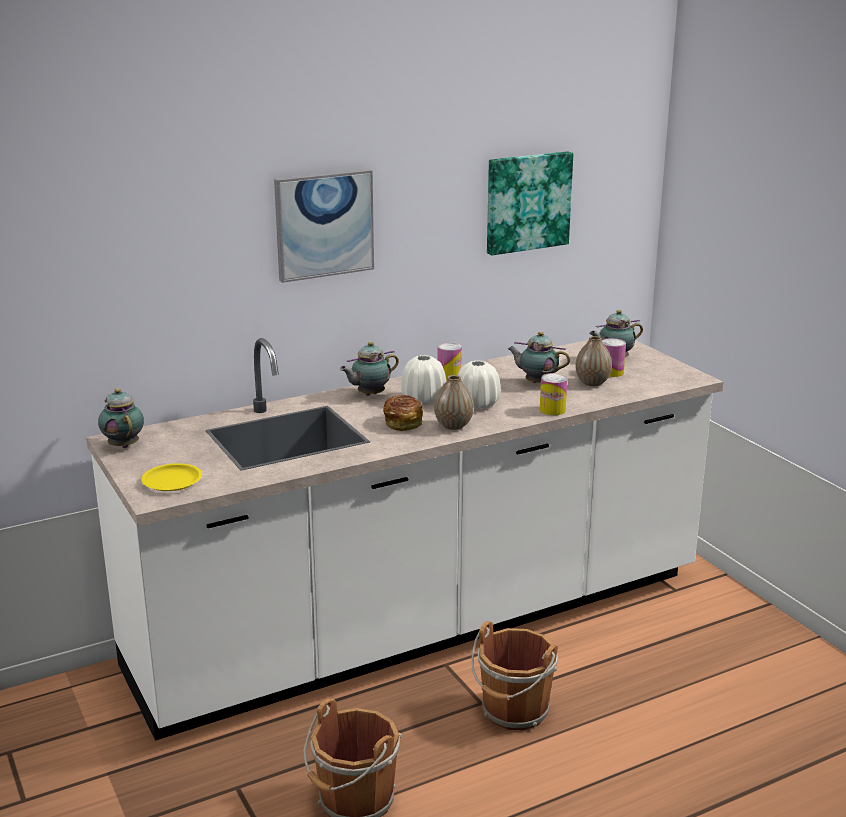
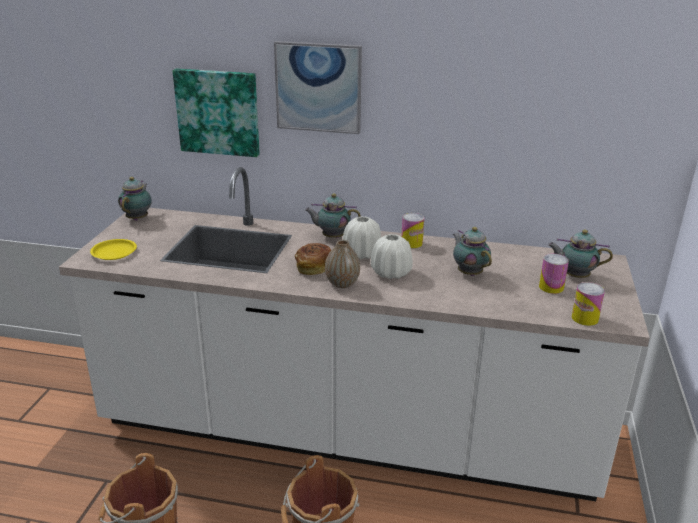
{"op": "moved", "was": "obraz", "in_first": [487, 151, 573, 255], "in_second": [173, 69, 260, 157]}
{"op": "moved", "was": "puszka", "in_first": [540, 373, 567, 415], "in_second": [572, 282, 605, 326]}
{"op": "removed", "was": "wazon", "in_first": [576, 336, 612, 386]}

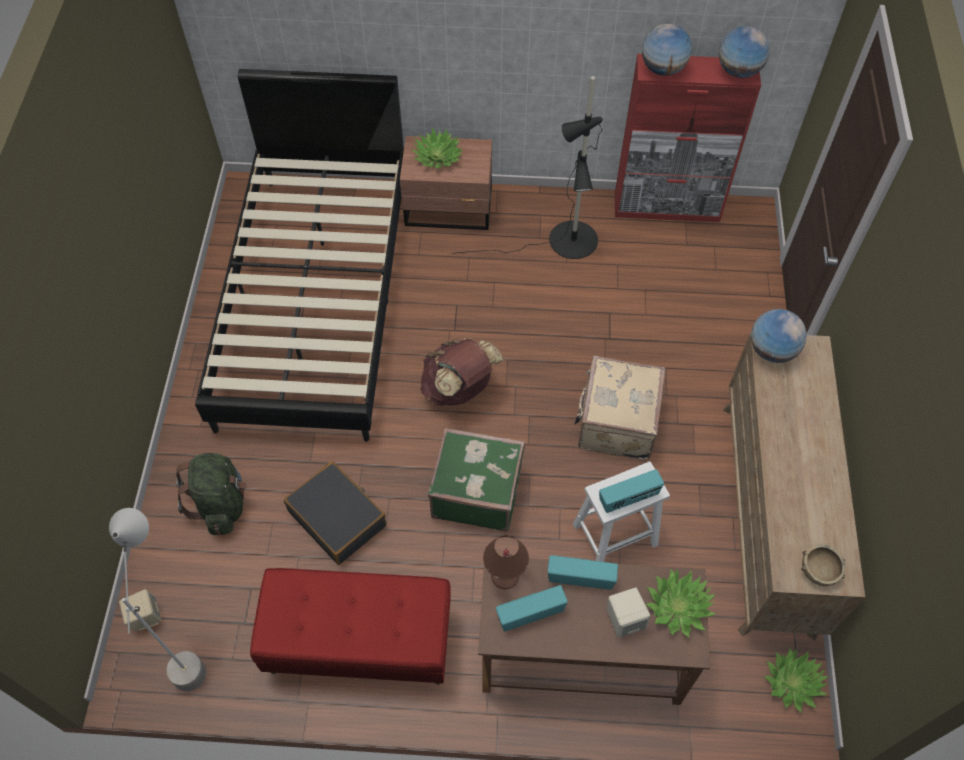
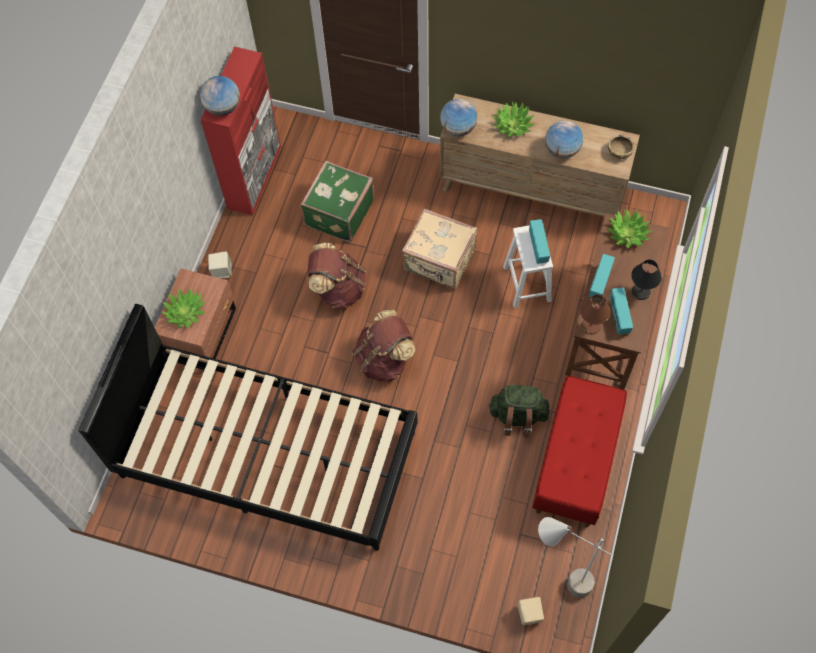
{"op": "moved", "was": "głośnik [beżowy]", "in_first": [606, 587, 650, 637], "in_second": [208, 251, 232, 278]}
{"op": "moved", "was": "walizka [zielony]", "in_first": [428, 428, 525, 532], "in_second": [300, 161, 374, 242]}
{"op": "added", "now": "plecak [brązowy]", "in_second": [307, 243, 366, 309]}
{"op": "moved", "was": "plecak [zielony]", "in_first": [176, 453, 247, 536], "in_second": [488, 383, 550, 438]}
{"op": "moved", "was": "roślina doniczkowa", "in_first": [764, 647, 828, 712], "in_second": [493, 102, 536, 137]}
{"op": "moved", "was": "globus", "in_first": [719, 26, 770, 78], "in_second": [545, 120, 583, 158]}
{"op": "added", "now": "lampa stołowa [czarny]", "in_second": [631, 260, 662, 300]}
{"op": "removed", "was": "walizka [czarny]", "in_first": [284, 462, 386, 565]}
{"op": "removed", "was": "lampa stojąca [czarny]", "in_first": [452, 76, 603, 259]}

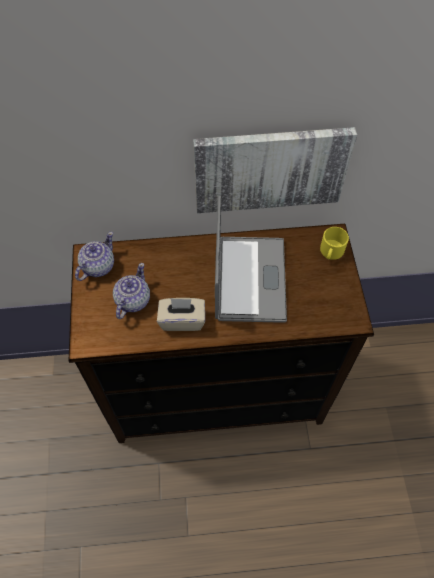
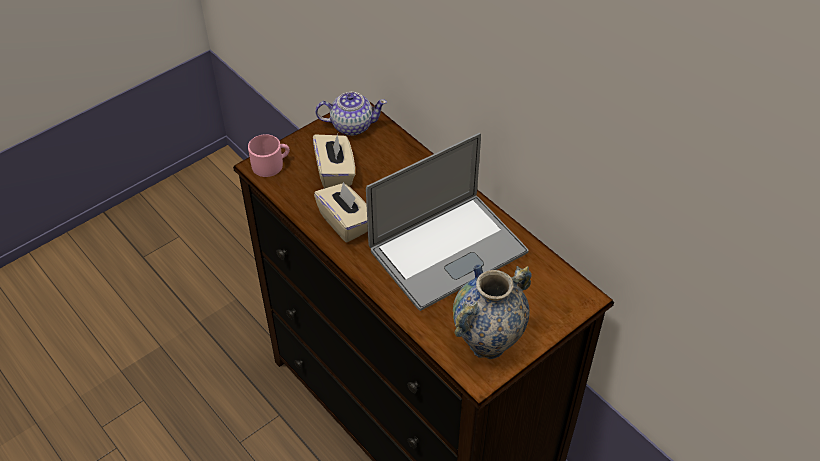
{"op": "added", "now": "kubek [różowy]", "in_second": [248, 134, 290, 177]}
{"op": "replaced", "was": "imbryk", "now": "pudełko chusteczek [beżowy]", "in_first": [113, 263, 150, 319], "in_second": [313, 134, 355, 189]}
{"op": "added", "now": "wazon", "in_second": [453, 265, 532, 359]}
{"op": "removed", "was": "obraz", "in_first": [193, 127, 358, 213]}
{"op": "removed", "was": "kubek [żółty]", "in_first": [320, 227, 349, 260]}

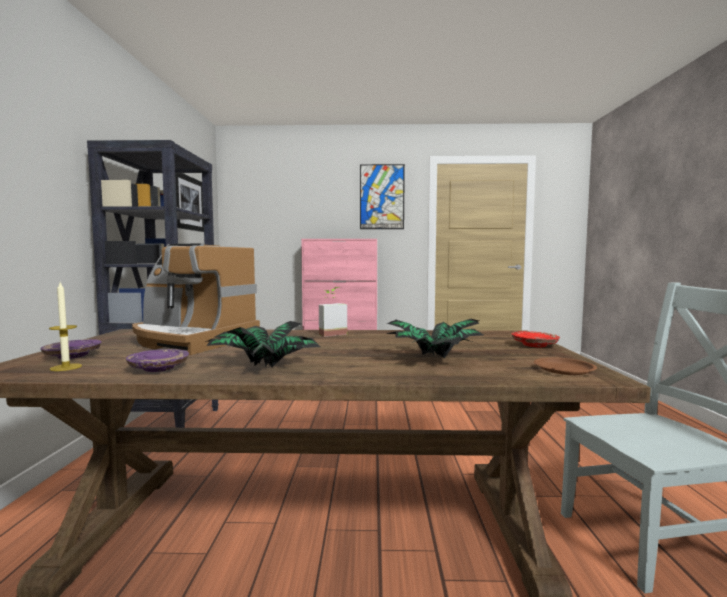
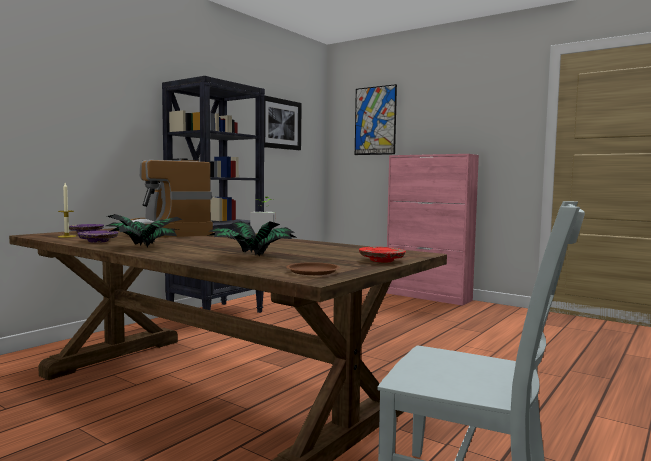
{"op": "moved", "was": "obraz", "in_first": [360, 164, 405, 229], "in_second": [355, 84, 397, 155]}

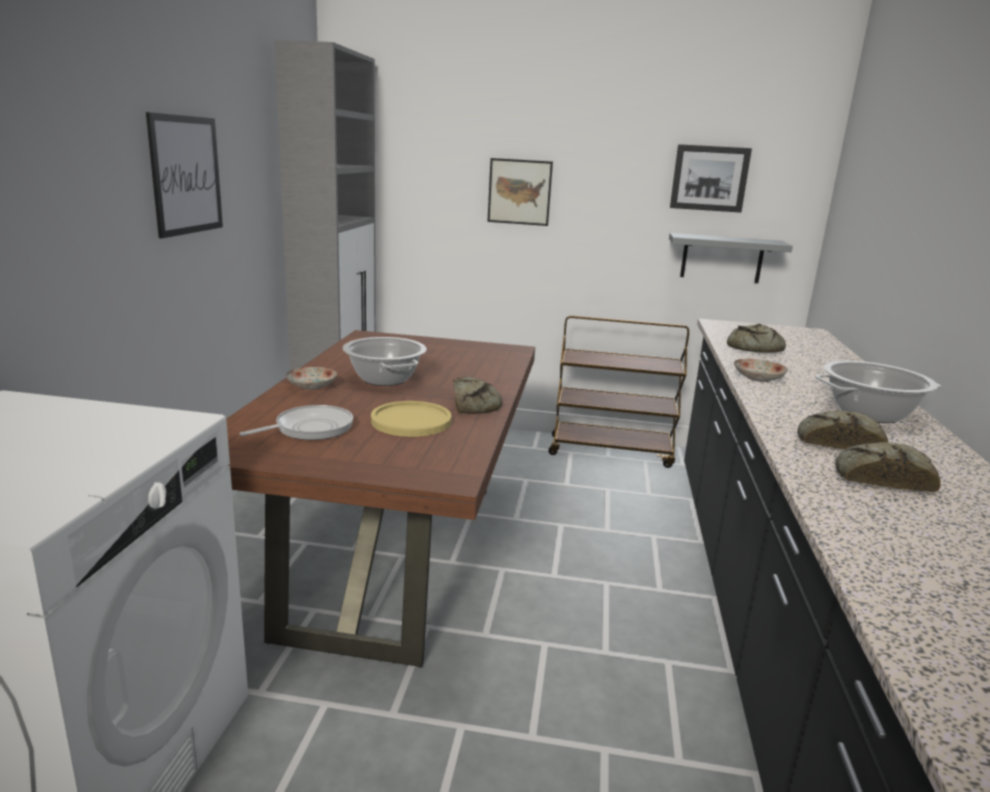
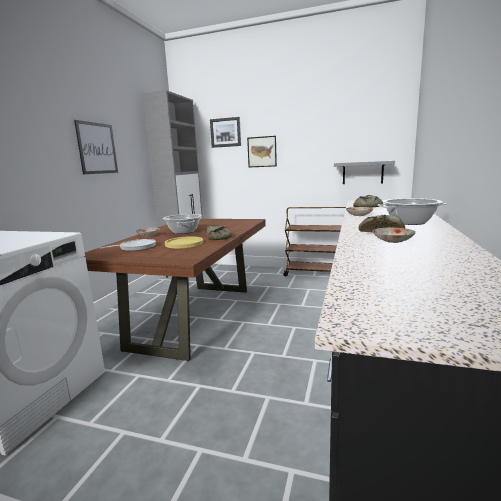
{"op": "moved", "was": "obraz", "in_first": [670, 144, 752, 213], "in_second": [210, 117, 241, 148]}
{"op": "replaced", "was": "chleb", "now": "talerz", "in_first": [835, 442, 941, 492], "in_second": [373, 228, 416, 243]}

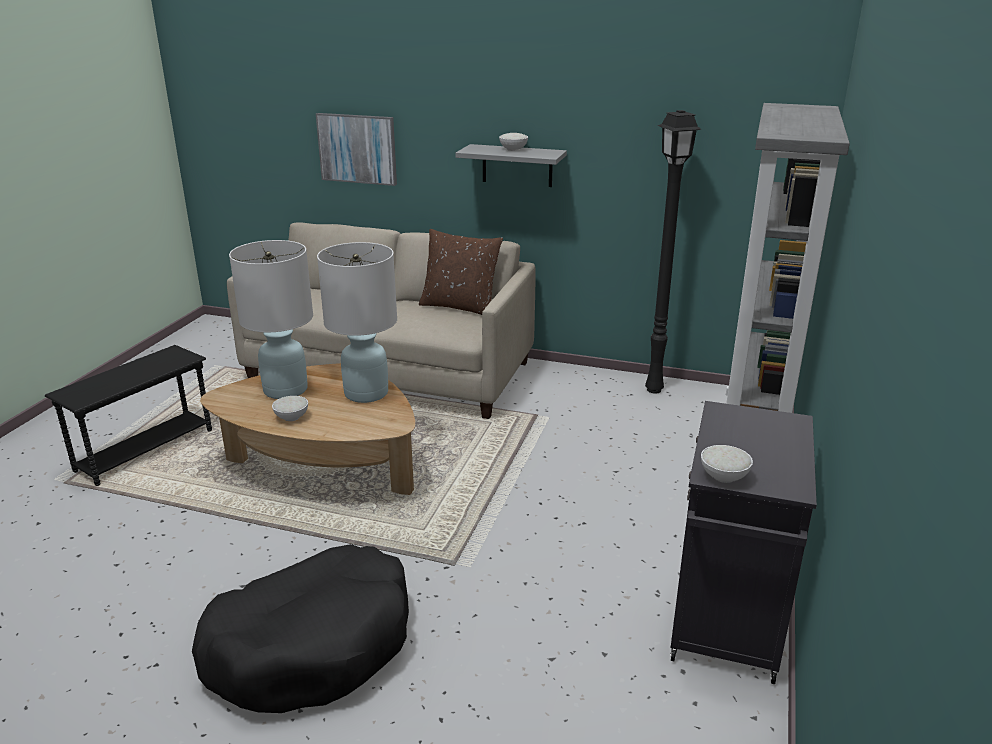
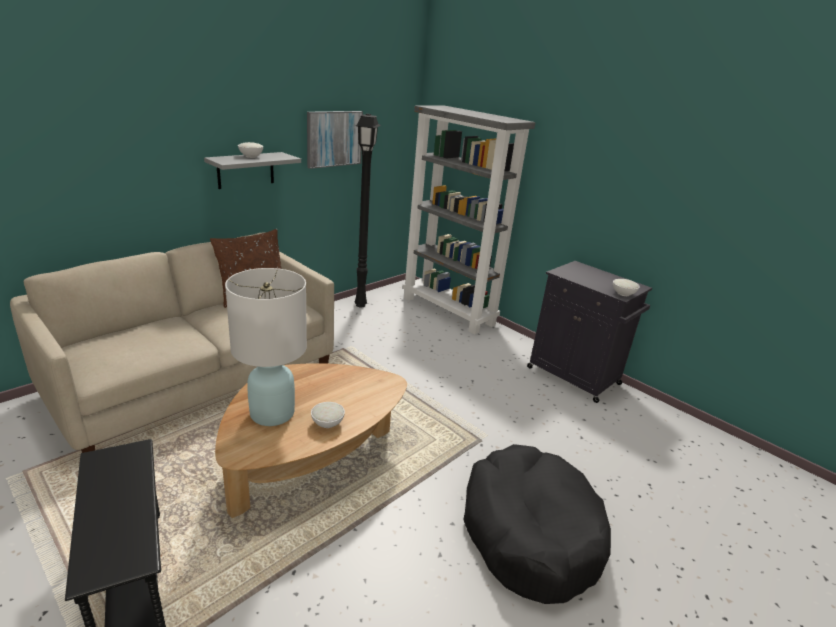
{"op": "moved", "was": "obraz", "in_first": [316, 113, 397, 186], "in_second": [307, 111, 363, 169]}
{"op": "removed", "was": "lampa stołowa [biały]", "in_first": [317, 242, 397, 403]}

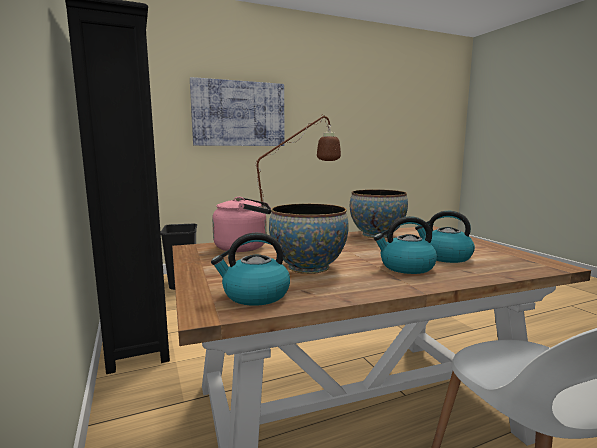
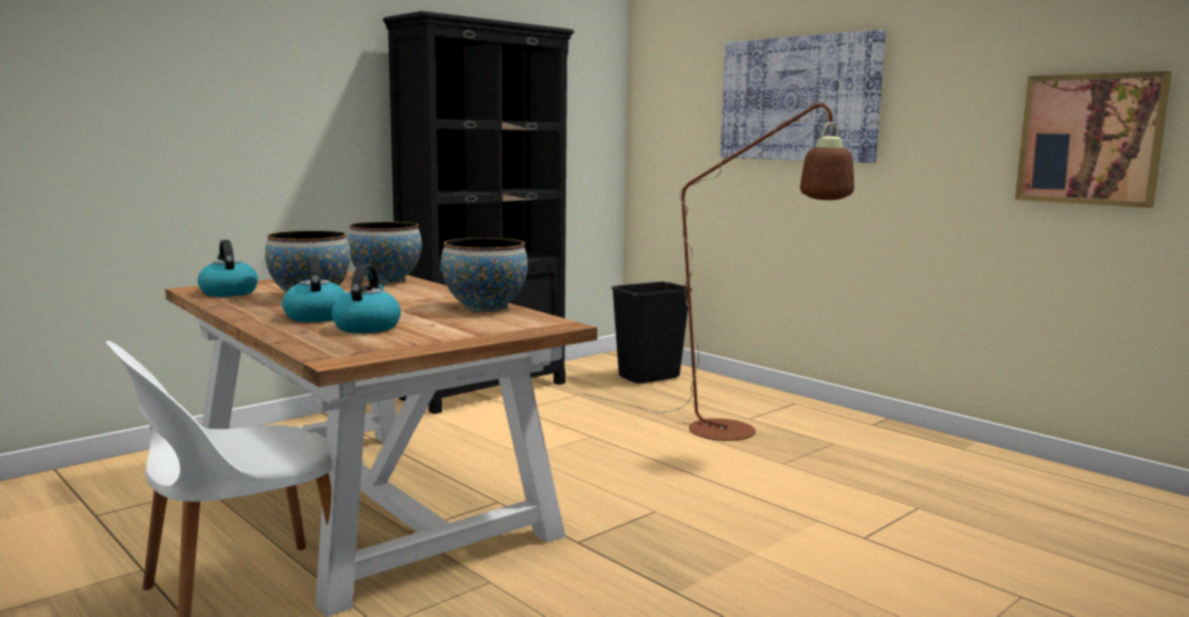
{"op": "replaced", "was": "czajnik [różowy]", "now": "miska", "in_first": [212, 197, 271, 252], "in_second": [347, 222, 422, 284]}
{"op": "added", "now": "obraz", "in_second": [1015, 71, 1172, 208]}

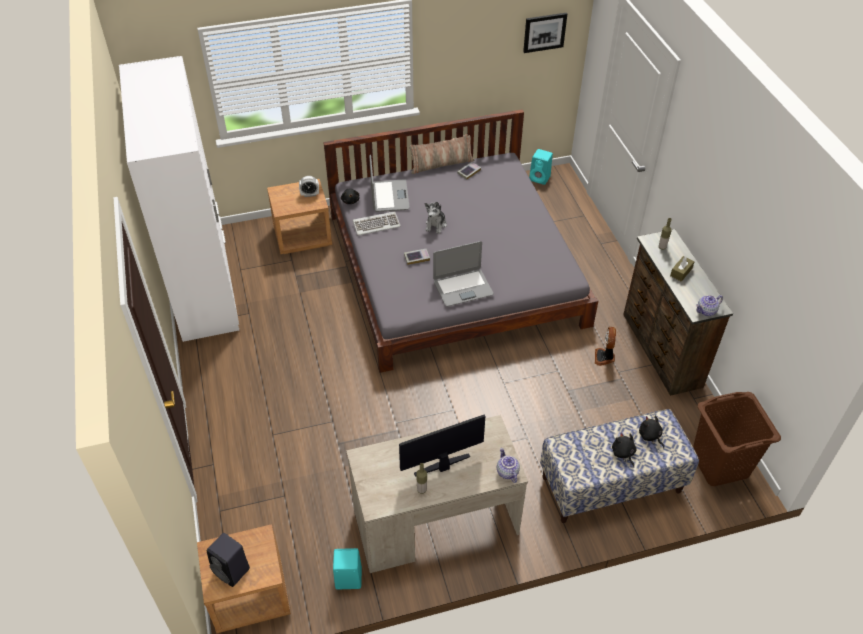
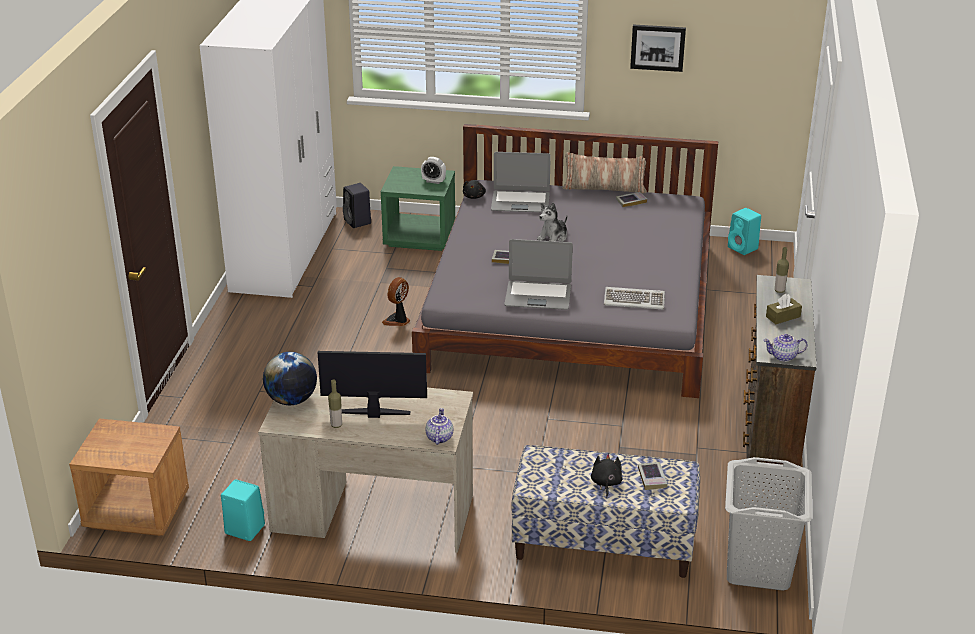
{"op": "added", "now": "globus", "in_second": [263, 352, 317, 405]}
{"op": "moved", "was": "głośnik [czarny]", "in_first": [206, 533, 250, 587], "in_second": [343, 183, 371, 228]}
{"op": "recoloured", "was": "szafka nocna [brązowy]", "now": "szafka nocna [zielony]", "in_first": [267, 179, 332, 254], "in_second": [381, 166, 455, 251]}
{"op": "moved", "was": "wentylator", "in_first": [595, 327, 616, 366], "in_second": [382, 277, 410, 326]}
{"op": "turned", "was": "laptop", "in_first": [369, 155, 410, 212], "in_second": [491, 152, 551, 212], "clockwise": 75}
{"op": "moved", "was": "klawiatura", "in_first": [353, 211, 401, 236], "in_second": [604, 287, 665, 310]}
{"op": "moved", "was": "obraz", "in_first": [523, 13, 567, 53], "in_second": [630, 24, 686, 72]}
{"op": "replaced", "was": "pluszak [czarny]", "now": "książka", "in_first": [639, 416, 664, 448], "in_second": [638, 462, 668, 490]}
{"op": "recoloured", "was": "kosz na pranie [brązowy]", "now": "kosz na pranie [szary]", "in_first": [693, 392, 781, 486], "in_second": [725, 457, 813, 591]}

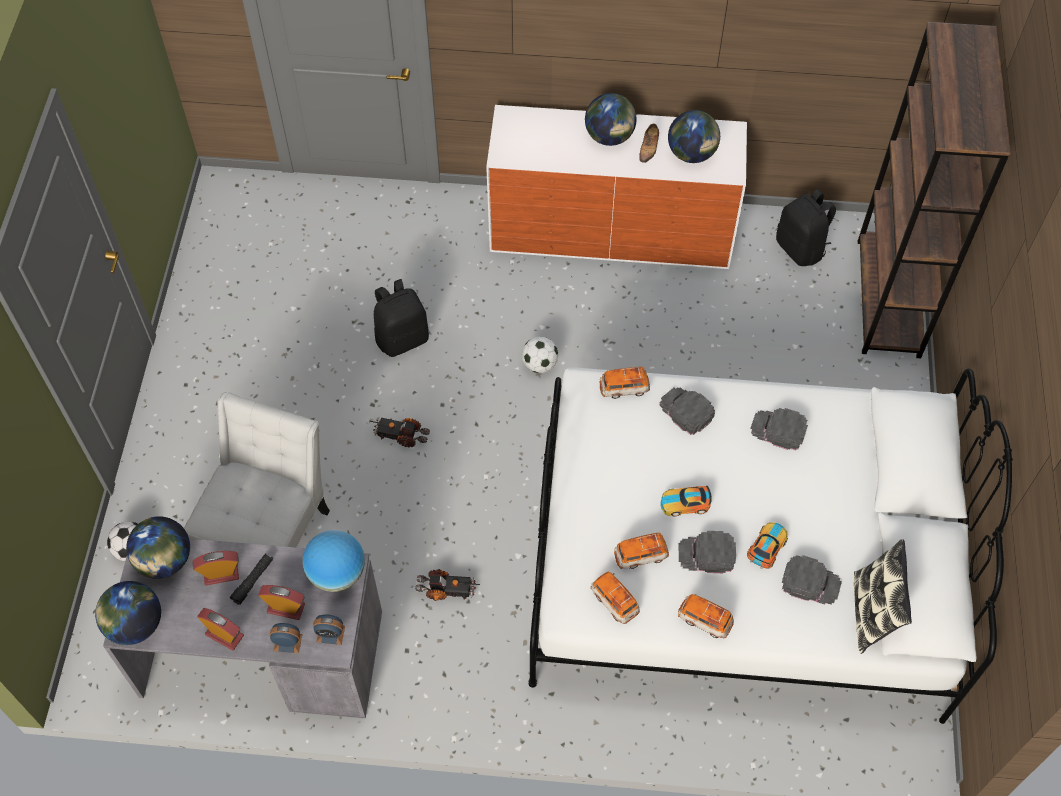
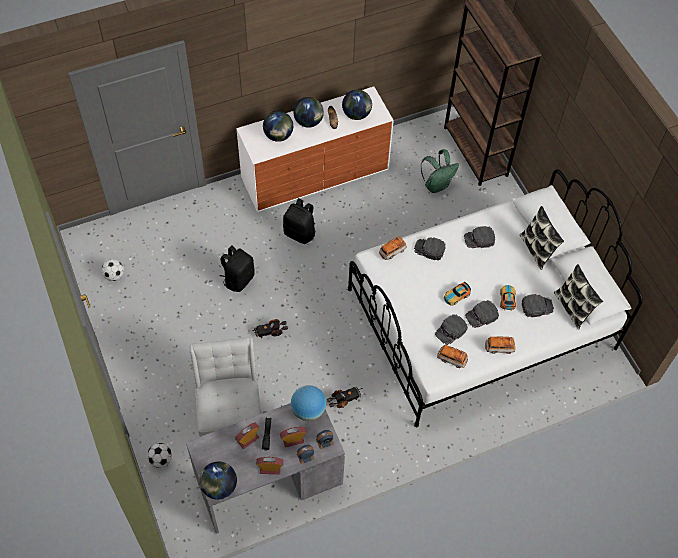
{"op": "moved", "was": "piłka futbolowa", "in_first": [522, 337, 558, 373], "in_second": [102, 259, 124, 281]}
{"op": "moved", "was": "globus", "in_first": [126, 516, 190, 579], "in_second": [263, 111, 293, 142]}
{"op": "moved", "was": "plecak [czarny]", "in_first": [776, 189, 836, 266], "in_second": [283, 198, 316, 244]}
{"op": "added", "now": "plecak [zielony]", "in_second": [421, 149, 459, 193]}
{"op": "replaced", "was": "samochodzik", "now": "czapka z daszkiem [czarny]", "in_first": [614, 532, 669, 569], "in_second": [435, 314, 468, 345]}
{"op": "added", "now": "poduszka", "in_second": [520, 206, 564, 270]}

